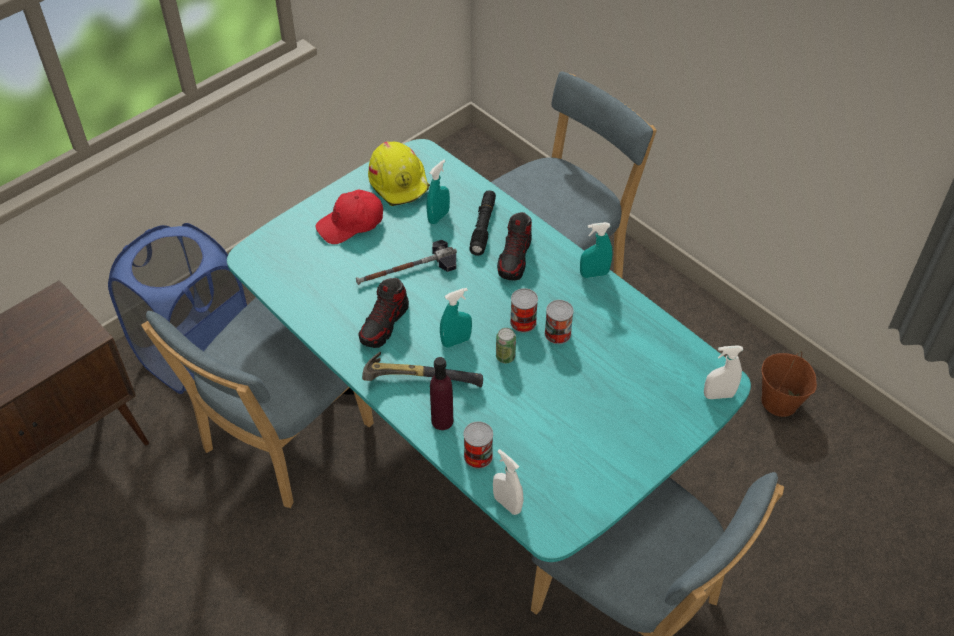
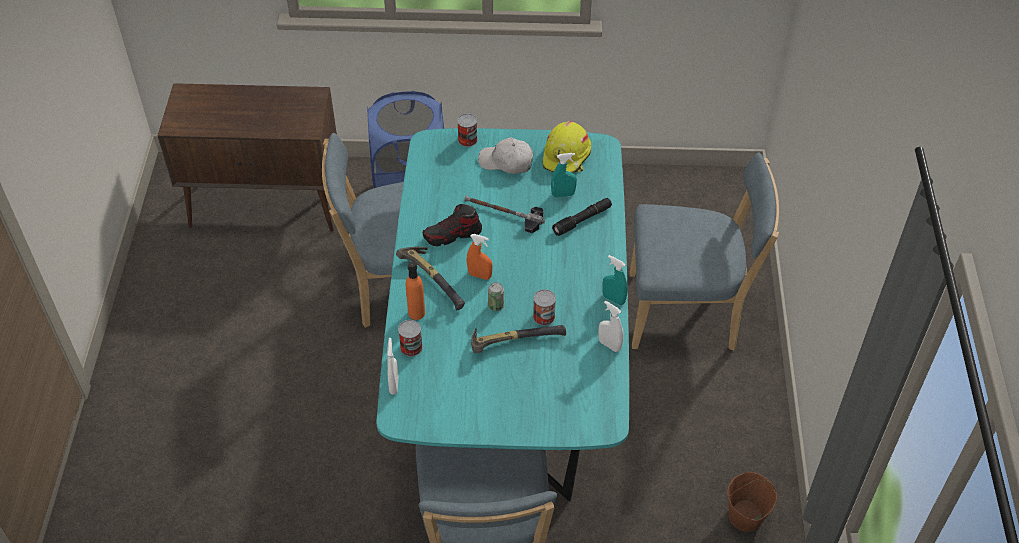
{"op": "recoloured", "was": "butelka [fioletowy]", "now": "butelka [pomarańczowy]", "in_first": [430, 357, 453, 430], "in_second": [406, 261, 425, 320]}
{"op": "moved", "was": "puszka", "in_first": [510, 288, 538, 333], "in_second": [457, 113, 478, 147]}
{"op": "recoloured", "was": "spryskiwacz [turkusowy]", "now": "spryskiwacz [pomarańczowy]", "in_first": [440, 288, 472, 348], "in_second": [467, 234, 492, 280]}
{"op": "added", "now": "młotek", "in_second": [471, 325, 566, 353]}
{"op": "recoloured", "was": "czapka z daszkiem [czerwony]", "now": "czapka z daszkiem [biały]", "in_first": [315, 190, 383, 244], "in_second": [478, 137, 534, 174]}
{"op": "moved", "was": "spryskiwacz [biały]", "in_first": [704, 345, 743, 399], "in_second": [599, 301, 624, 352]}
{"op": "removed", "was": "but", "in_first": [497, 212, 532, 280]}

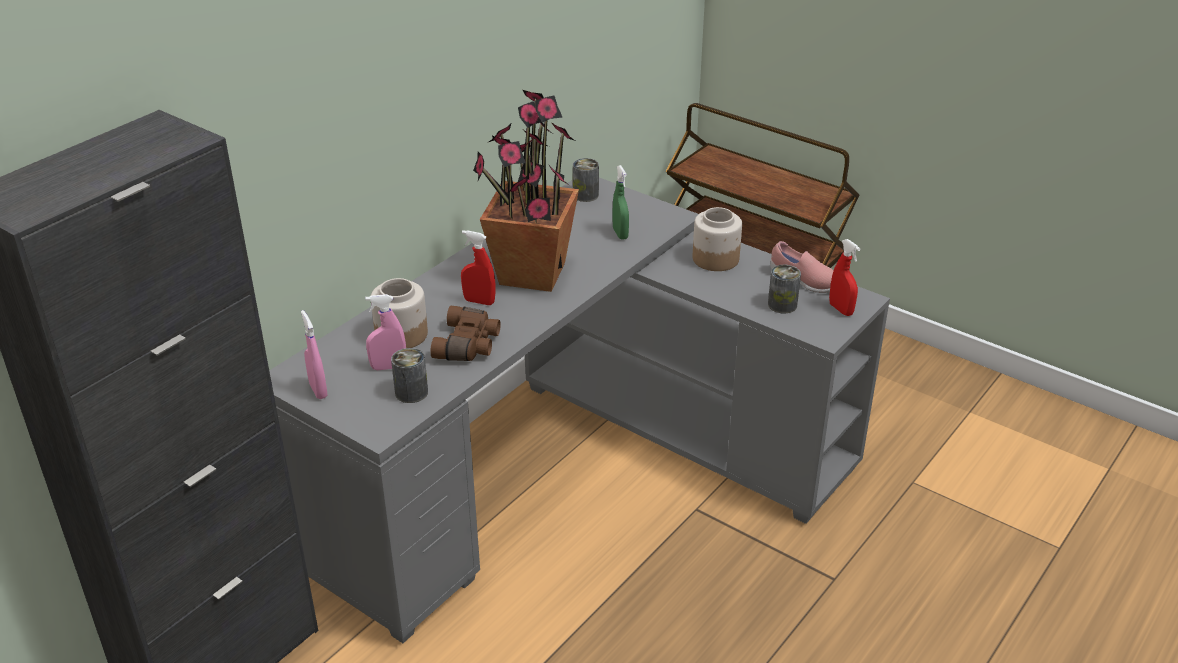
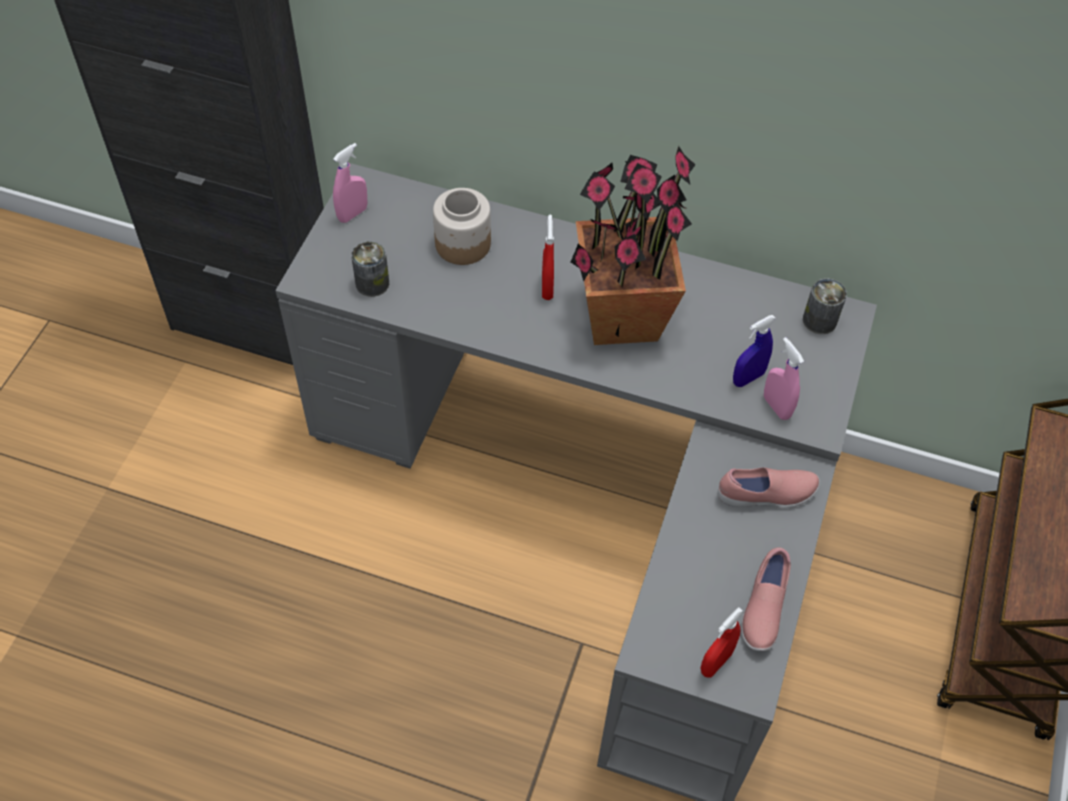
{"op": "replaced", "was": "słoik", "now": "but [różowy]", "in_first": [693, 207, 742, 271], "in_second": [718, 467, 820, 509]}
{"op": "recoloured", "was": "spryskiwacz [zielony]", "now": "spryskiwacz [niebieski]", "in_first": [613, 165, 629, 240], "in_second": [733, 315, 776, 387]}
{"op": "moved", "was": "spryskiwacz [różowy]", "in_first": [365, 294, 406, 370], "in_second": [764, 337, 804, 420]}
{"op": "removed", "was": "lornetka [brązowy]", "in_first": [430, 306, 501, 361]}
{"op": "removed", "was": "puszka", "in_first": [768, 265, 801, 313]}

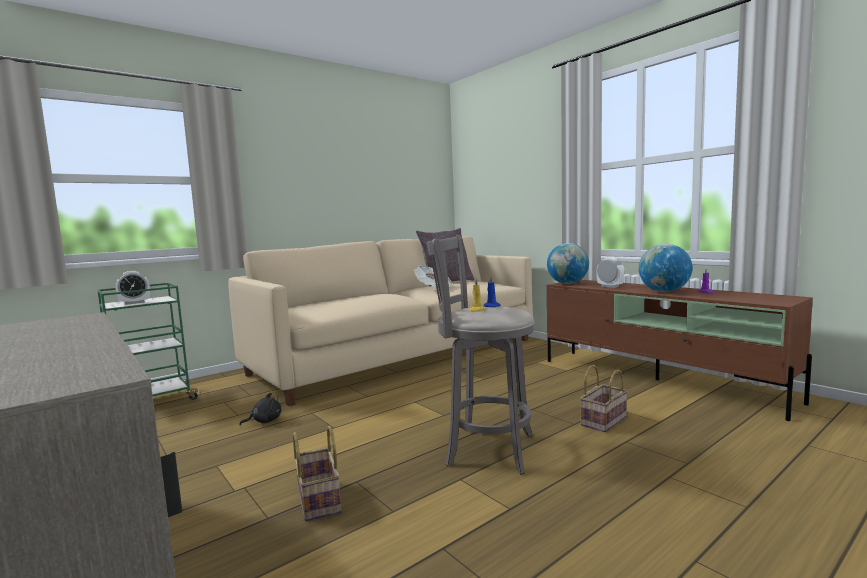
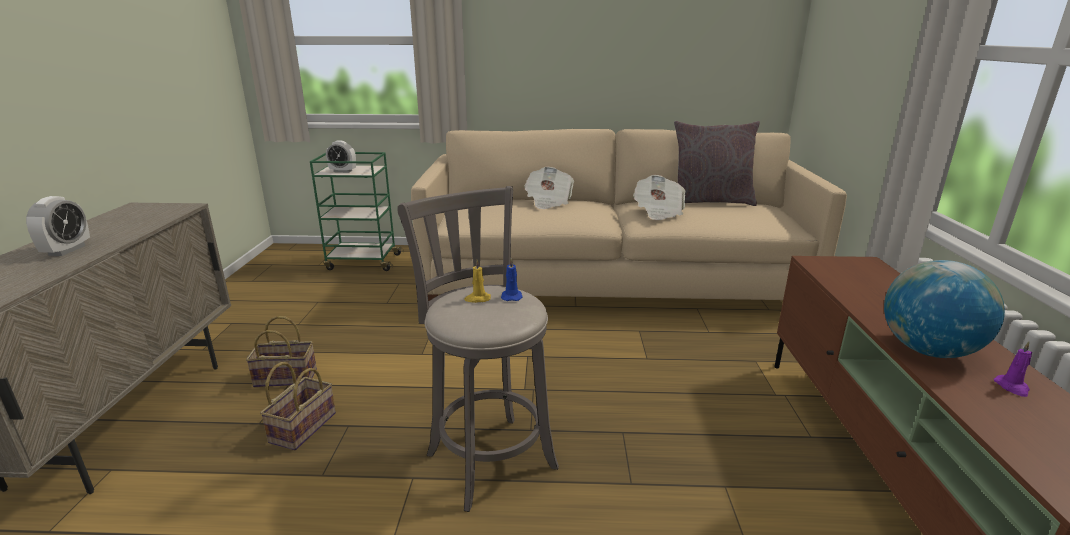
{"op": "moved", "was": "budzik", "in_first": [596, 257, 625, 288], "in_second": [26, 196, 90, 256]}
{"op": "moved", "was": "koszyk", "in_first": [580, 365, 628, 432], "in_second": [246, 316, 317, 387]}
{"op": "added", "now": "gazeta", "in_second": [524, 167, 574, 209]}
{"op": "removed", "was": "pluszak [czarny]", "in_first": [239, 393, 281, 425]}
{"op": "removed", "was": "globus", "in_first": [547, 243, 589, 284]}

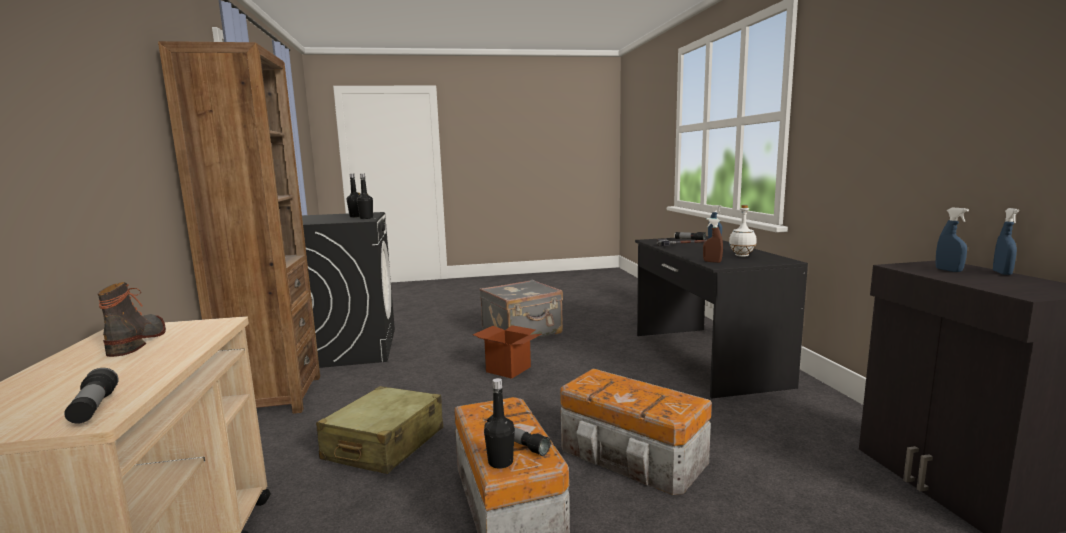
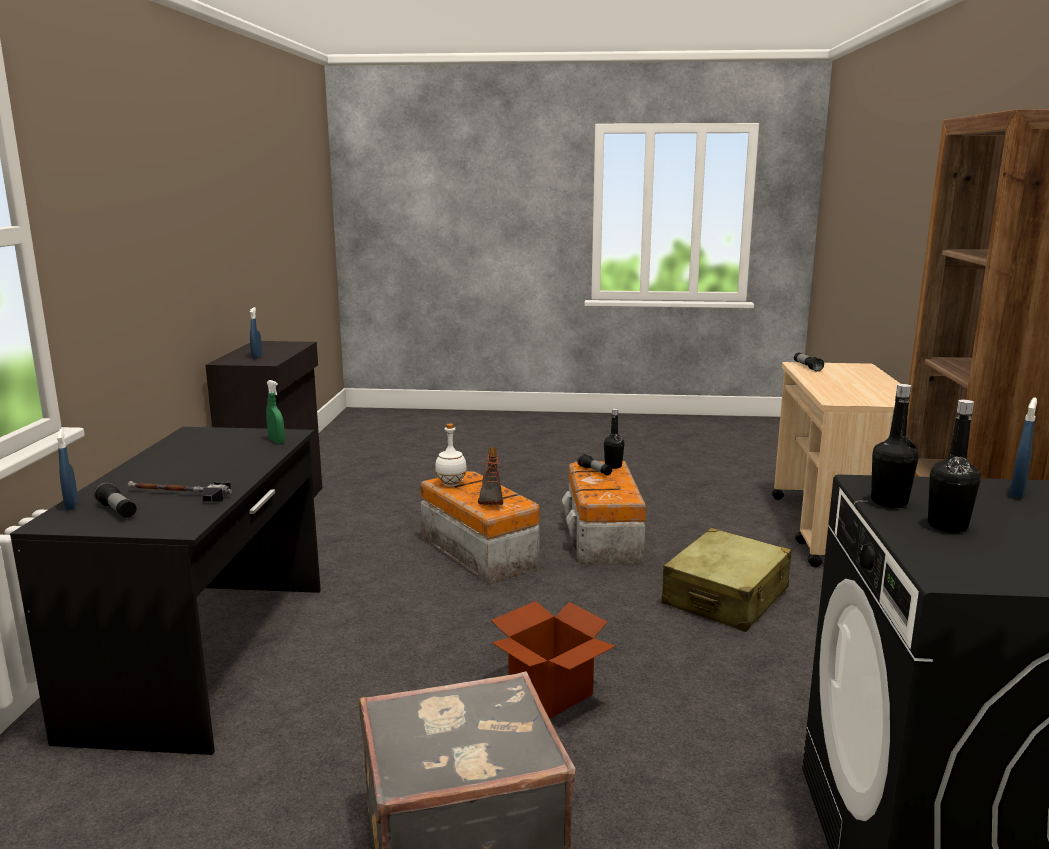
{"op": "recoloured", "was": "spryskiwacz [brązowy]", "now": "spryskiwacz [zielony]", "in_first": [703, 218, 723, 263], "in_second": [266, 380, 285, 443]}
{"op": "moved", "was": "butelka [biały]", "in_first": [729, 205, 757, 257], "in_second": [435, 423, 467, 486]}
{"op": "moved", "was": "but z cholewką", "in_first": [98, 282, 166, 357], "in_second": [478, 447, 503, 505]}
{"op": "moved", "was": "spryskiwacz [niebieski]", "in_first": [993, 208, 1019, 275], "in_second": [1010, 397, 1037, 498]}

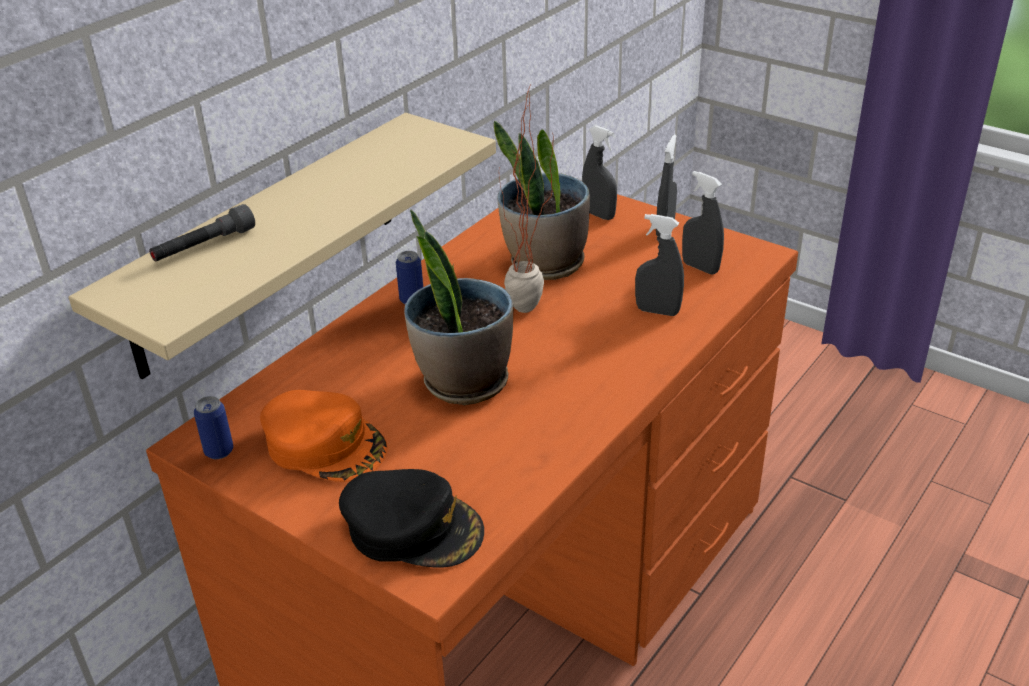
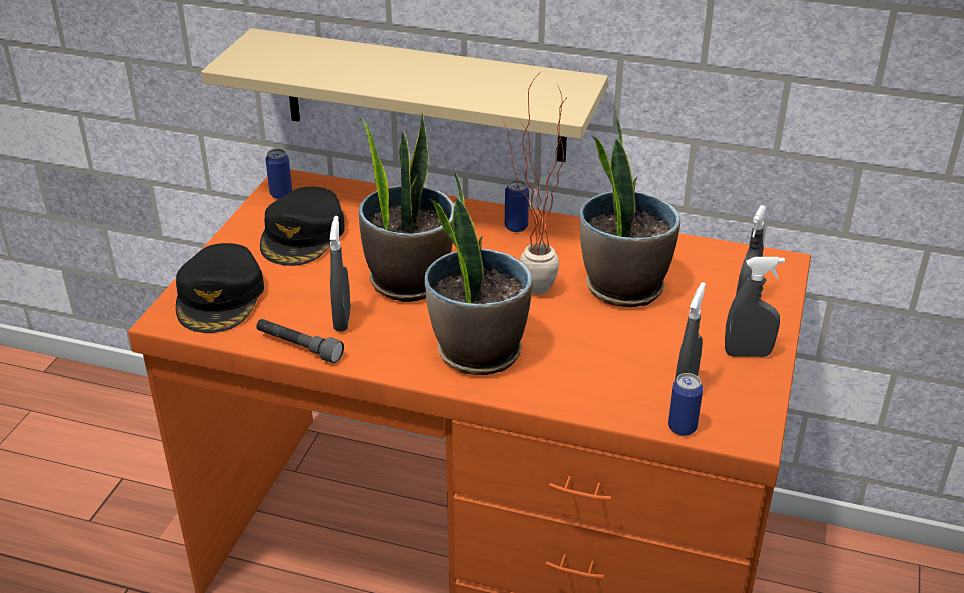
{"op": "moved", "was": "latarka [szary]", "in_first": [149, 204, 255, 261], "in_second": [256, 319, 344, 363]}
{"op": "recoloured", "was": "czapka z daszkiem [pomarańczowy]", "now": "czapka z daszkiem [czarny]", "in_first": [260, 390, 387, 482], "in_second": [260, 187, 345, 266]}
{"op": "moved", "was": "spryskiwacz [szary]", "in_first": [635, 214, 684, 316], "in_second": [330, 216, 351, 331]}
{"op": "added", "now": "roślina doniczkowa", "in_second": [425, 173, 533, 375]}
{"op": "added", "now": "puszka", "in_second": [668, 373, 703, 436]}

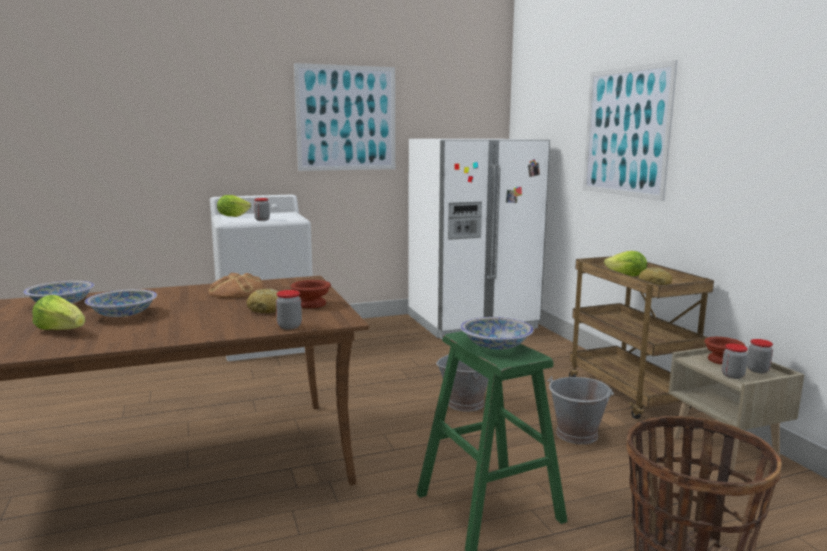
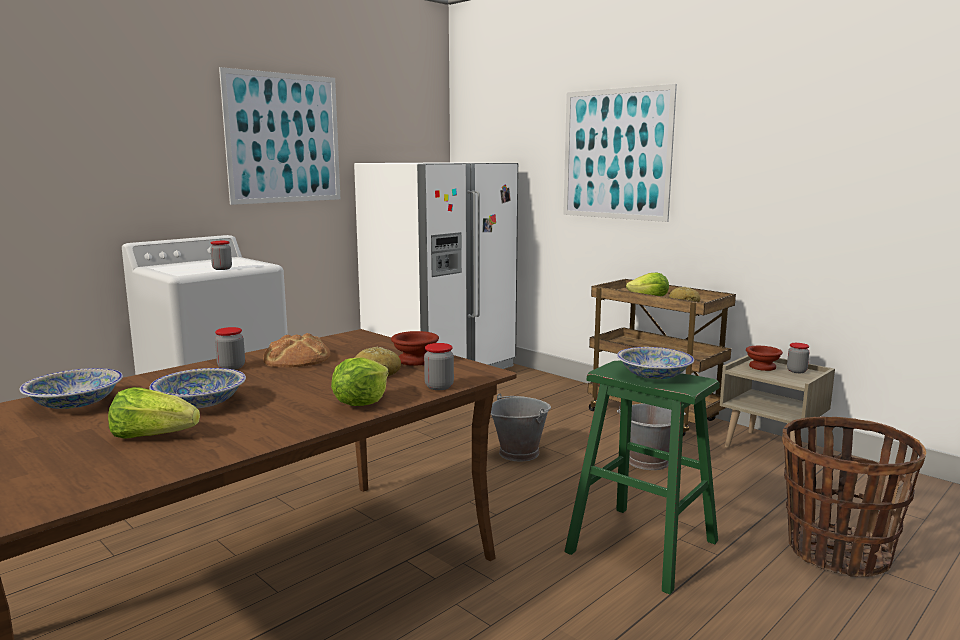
{"op": "moved", "was": "słoik", "in_first": [722, 344, 748, 379], "in_second": [215, 327, 245, 370]}
{"op": "moved", "was": "sałata", "in_first": [217, 195, 251, 217], "in_second": [331, 357, 389, 406]}

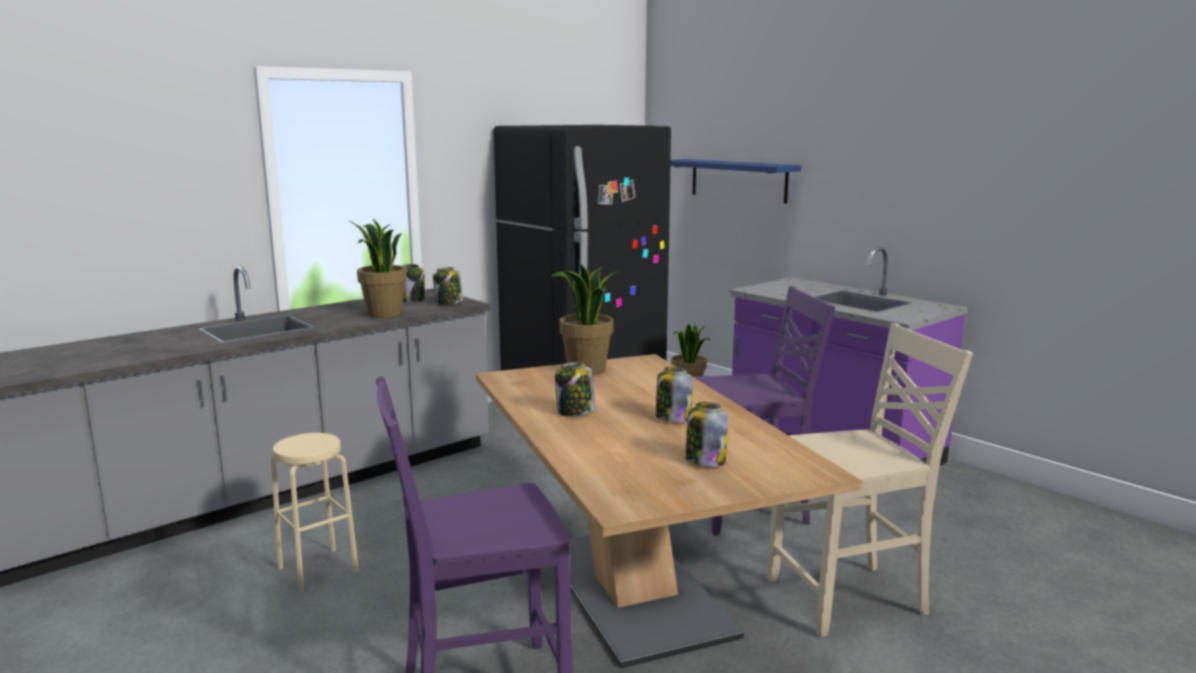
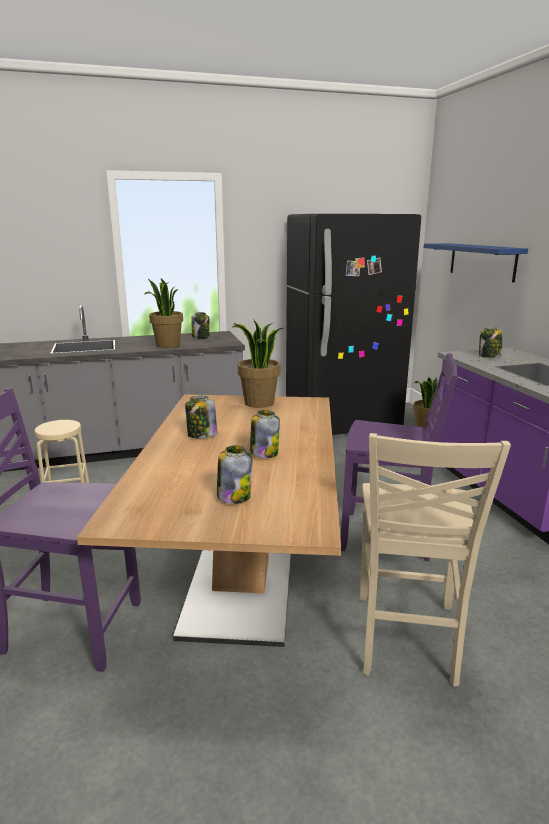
{"op": "turned", "was": "krzesło [beżowy]", "in_first": [767, 323, 973, 638], "in_second": [360, 433, 511, 687], "clockwise": 90}
{"op": "moved", "was": "słoik", "in_first": [433, 267, 463, 305], "in_second": [479, 327, 503, 358]}

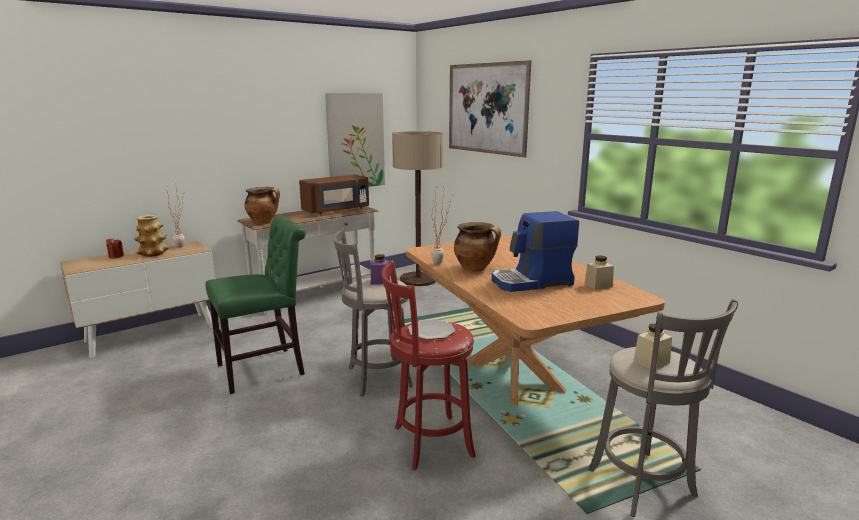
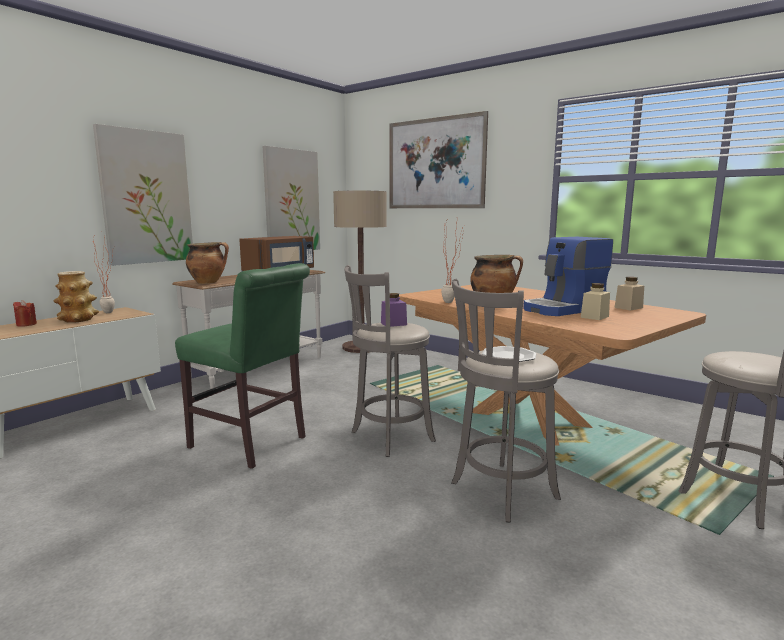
{"op": "added", "now": "obraz", "in_second": [93, 124, 193, 266]}
{"op": "turned", "was": "krzesło [zielony]", "in_first": [205, 216, 306, 394], "in_second": [175, 263, 310, 469], "clockwise": 75}
{"op": "recoloured", "was": "stołek [czerwony]", "now": "stołek [szary]", "in_first": [381, 260, 476, 470], "in_second": [451, 279, 561, 523]}
{"op": "moved", "was": "słoik [beżowy]", "in_first": [633, 324, 672, 369], "in_second": [581, 283, 610, 320]}

